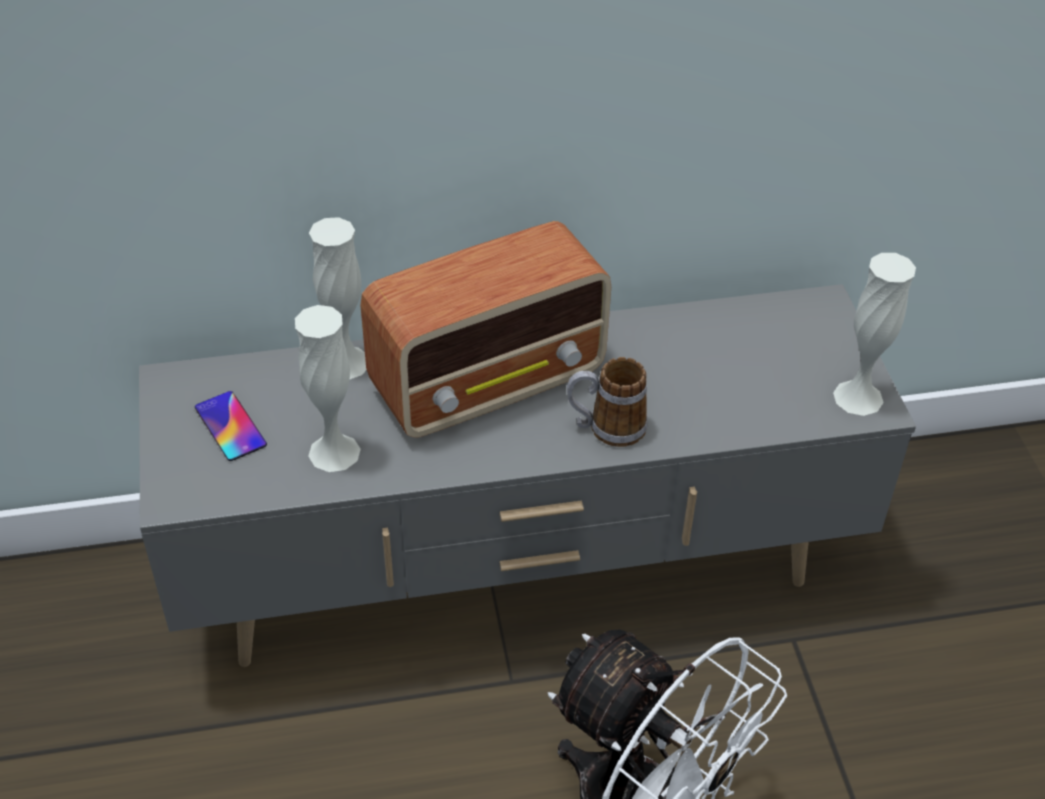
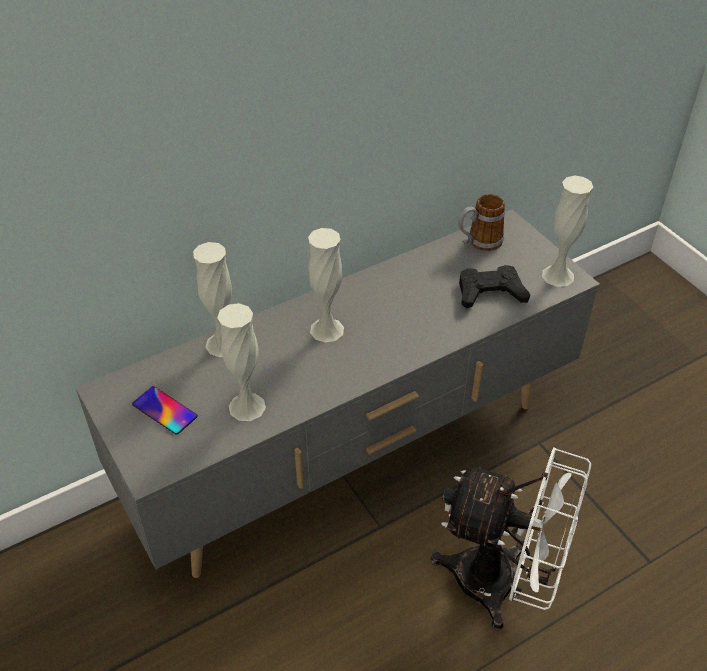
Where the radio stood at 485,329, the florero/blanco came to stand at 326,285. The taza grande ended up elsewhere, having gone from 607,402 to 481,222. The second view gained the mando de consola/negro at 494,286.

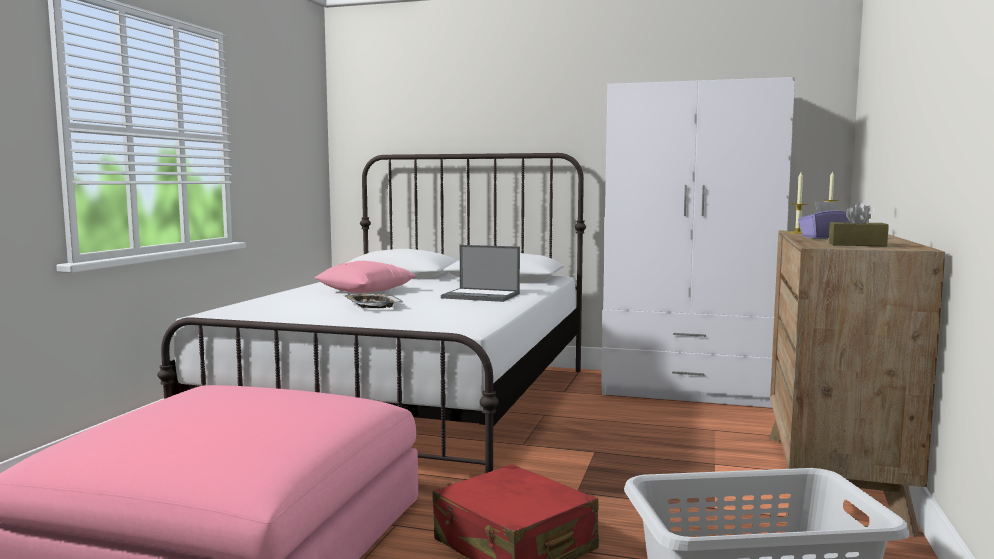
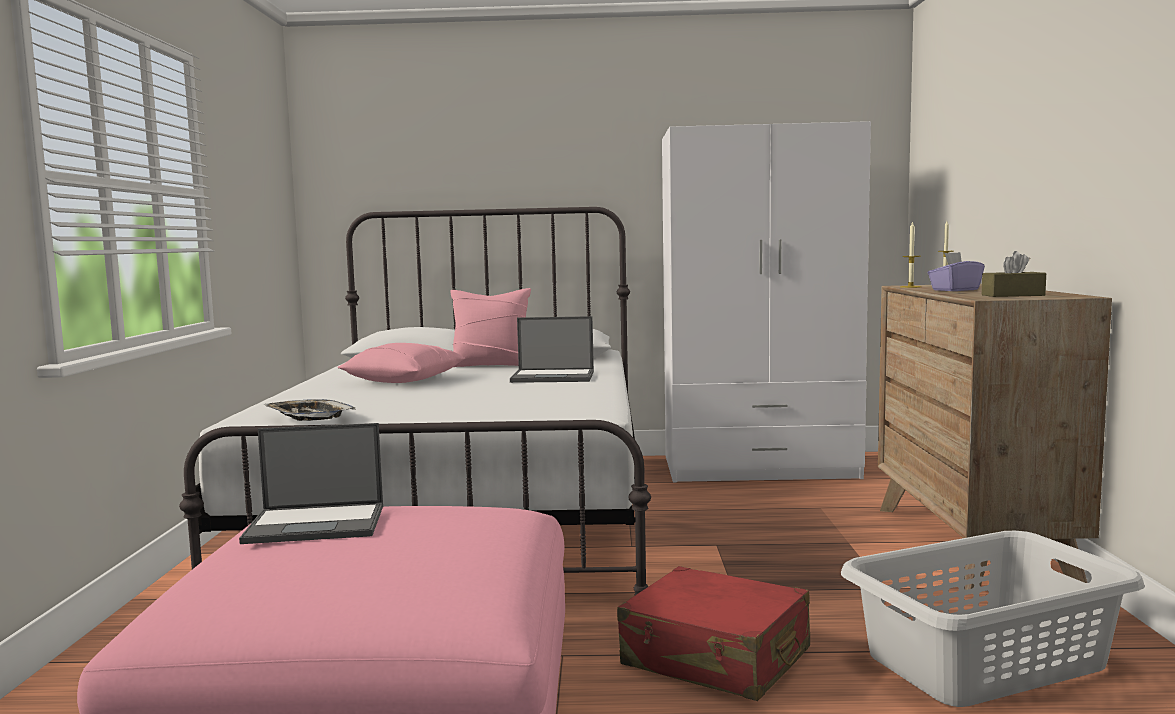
The bandeja ended up elsewhere, having gone from 373,301 to 310,410. The second view gained the cojín/rosa at 490,327. The second view gained the portátil at 311,483.

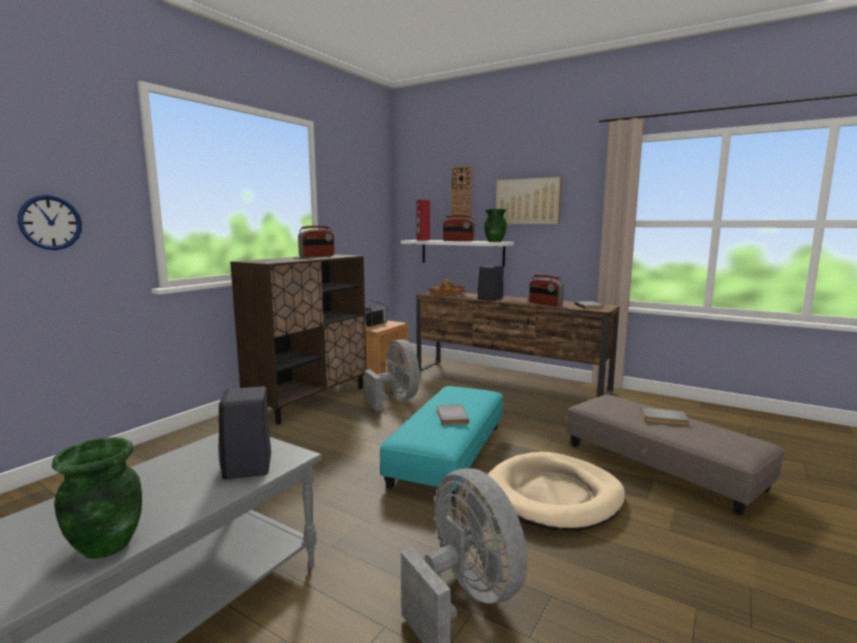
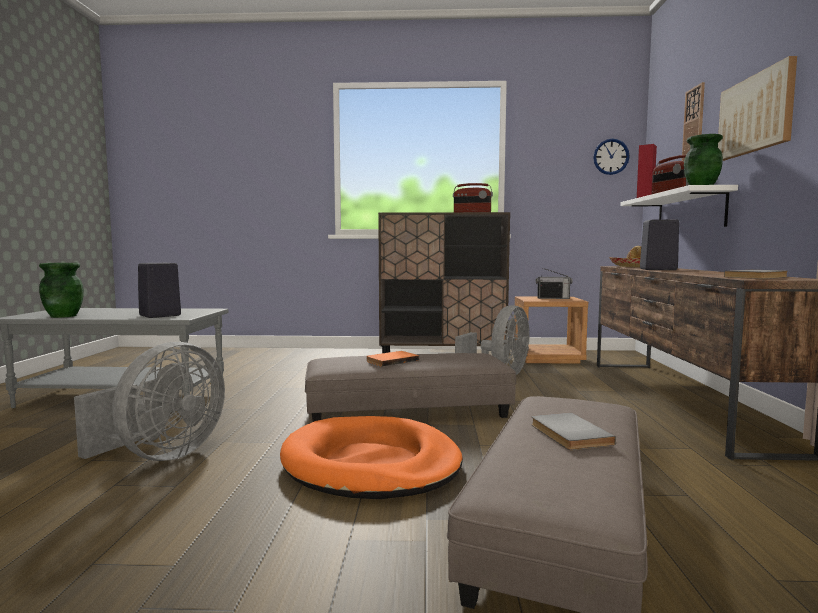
The reloj de pared ended up elsewhere, having gone from 50,222 to 611,157. The second view lost the radio at 546,291. What was the puf/turquesa at 441,443 turned into the puf/gris at 410,387. What was the libro/gris at 453,414 turned into the libro/naranja at 392,359. What was the cama para perro/beis at 557,491 turned into the cama para perro/naranja at 371,457.

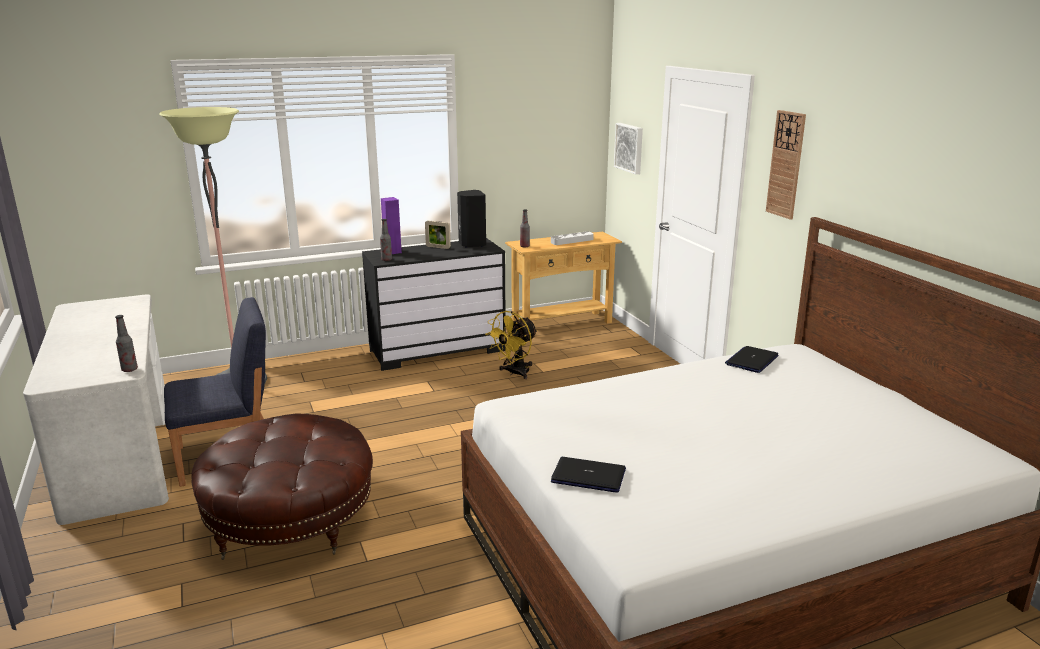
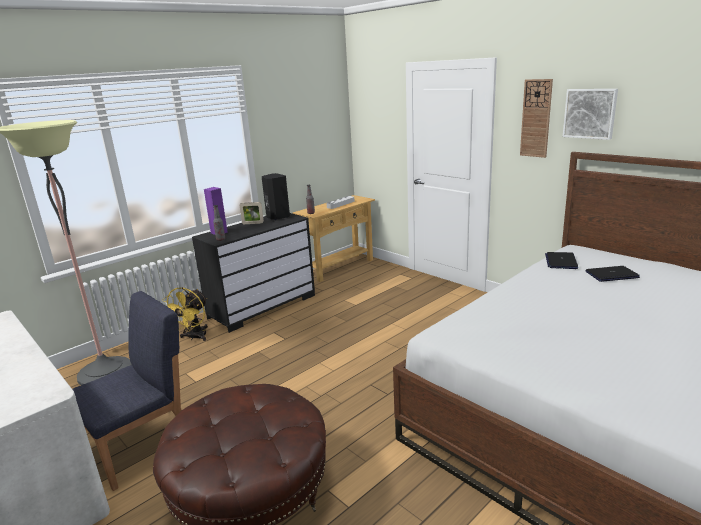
The cuadro ended up elsewhere, having gone from 628,148 to 590,114. The ventilador/amarillo ended up elsewhere, having gone from 511,345 to 185,314. The second view lost the botella at 126,343. The portátil ended up elsewhere, having gone from 588,475 to 613,274.

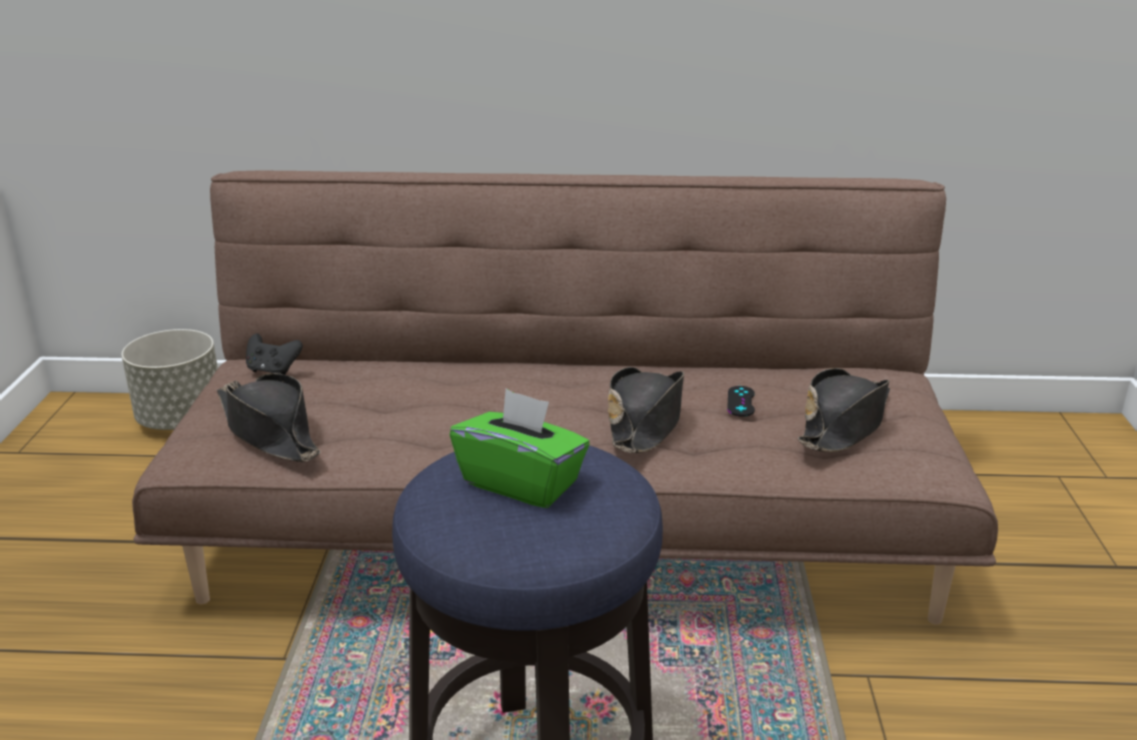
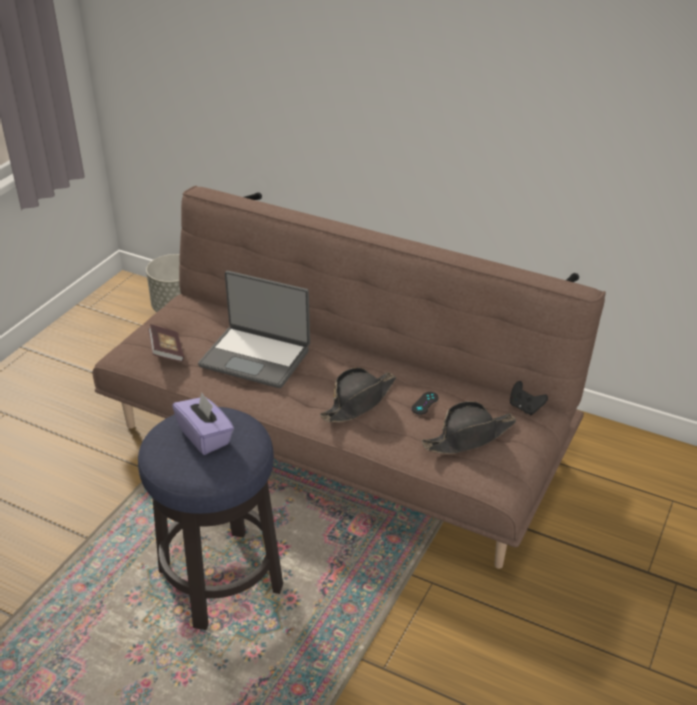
The mando de consola/negro ended up elsewhere, having gone from 274,354 to 529,398. Where the sombrero/negro stood at 269,417, the libro came to stand at 166,343. What was the caja de pañuelos/verde at 520,448 turned into the caja de pañuelos/morado at 203,423. The second view gained the portátil at 254,329.

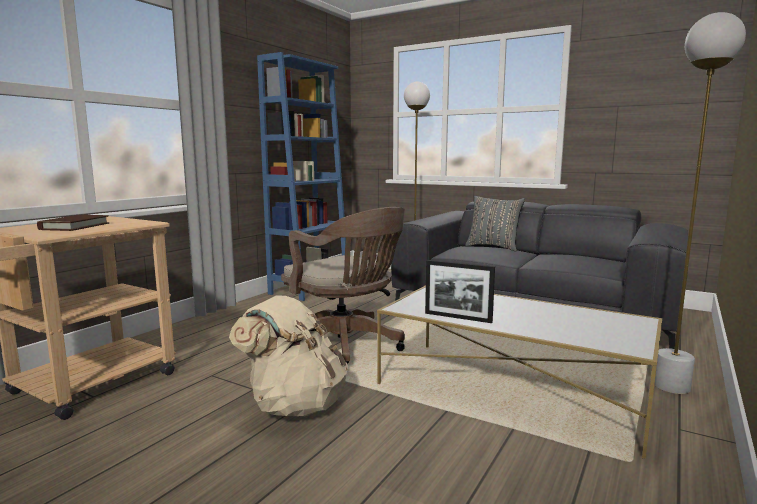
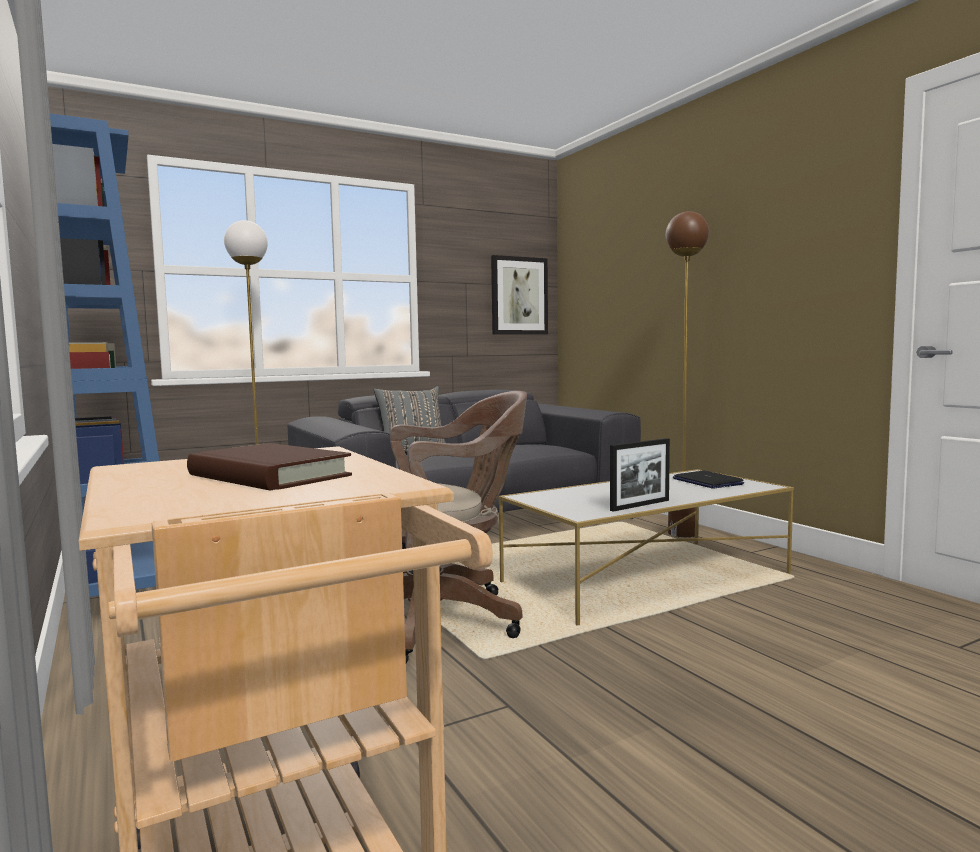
What was the lámpara de pie/blanco at 700,203 turned into the lámpara de pie/marrón at 687,374. The second view lost the mochila/beis at 288,355. The second view gained the cuadro at 519,295. The second view gained the portátil at 708,479.

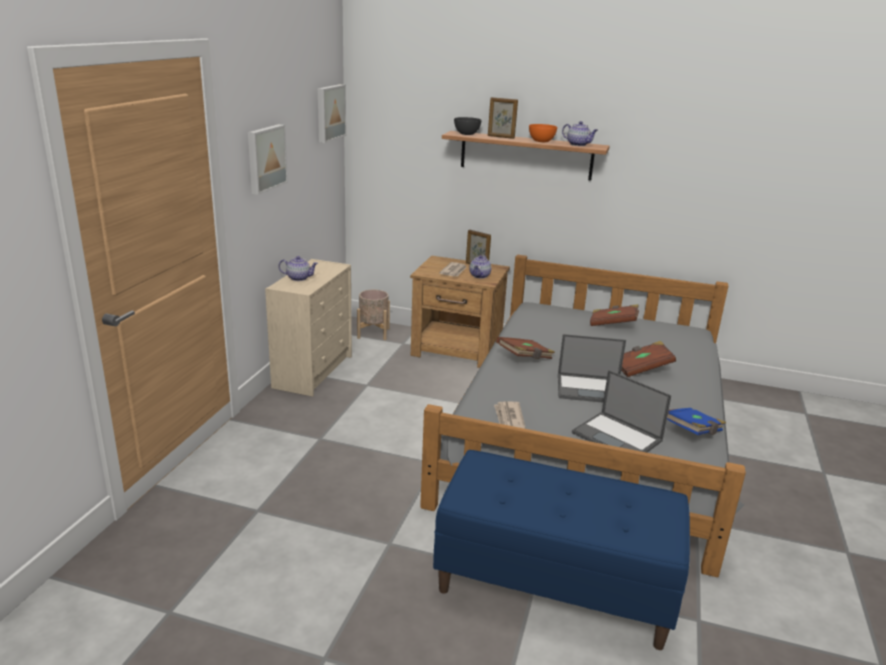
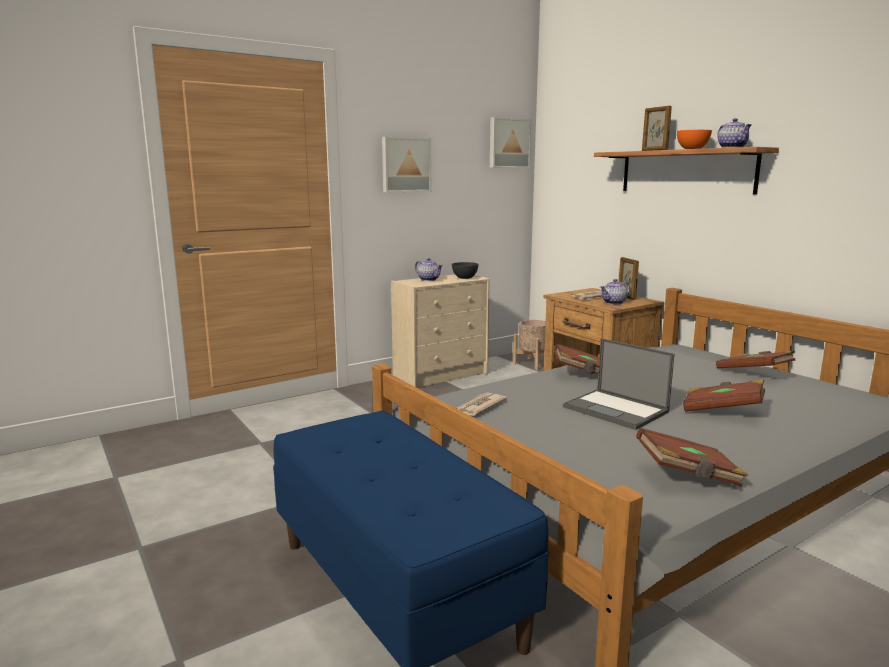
The cuenco/gris ended up elsewhere, having gone from 467,126 to 465,270. The second view lost the portátil at 621,411. What was the libro/azul at 696,421 turned into the libro/marrón at 692,457.

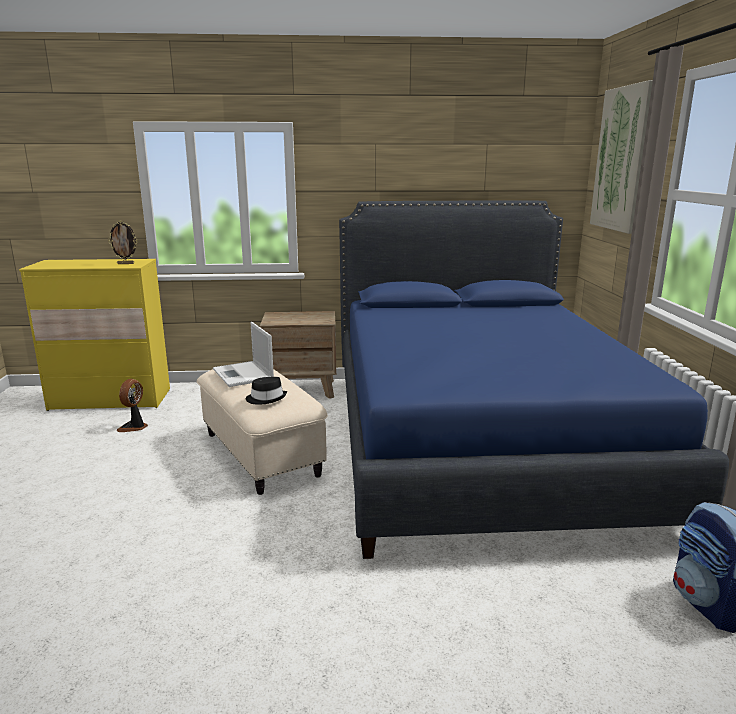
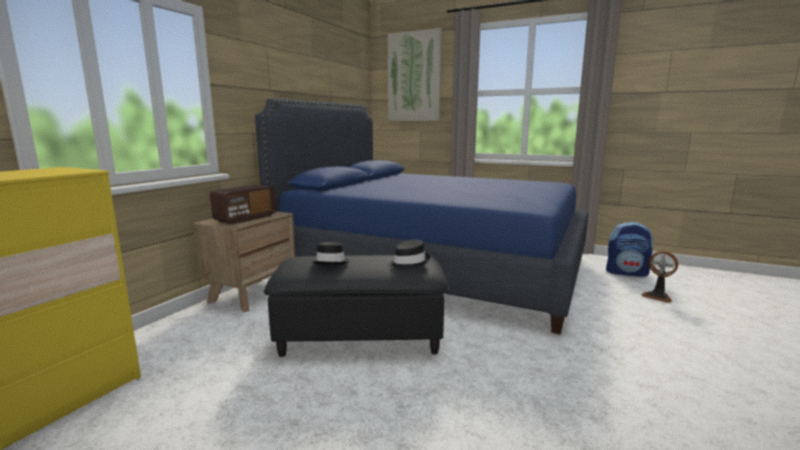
The second view lost the portarretratos at 123,242. Where the portátil stood at 243,354, the sombrero/negro came to stand at 331,254. What was the puf/beis at 262,432 turned into the puf/negro at 356,306. The ventilador ended up elsewhere, having gone from 132,405 to 659,277. The second view gained the radio at 243,204.

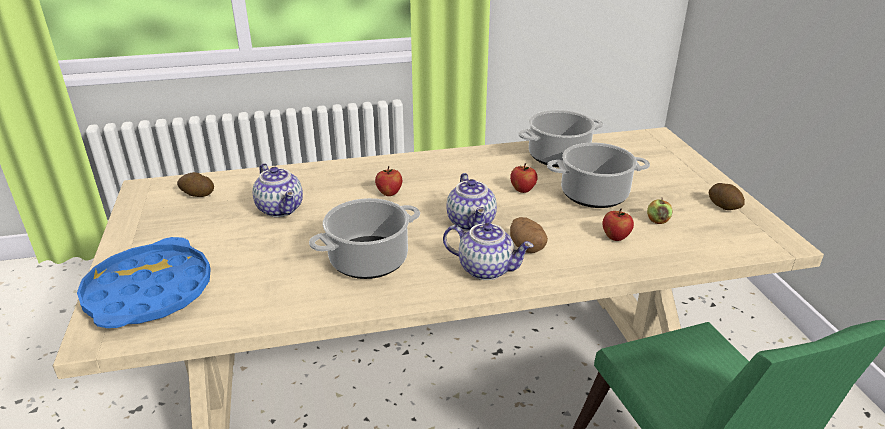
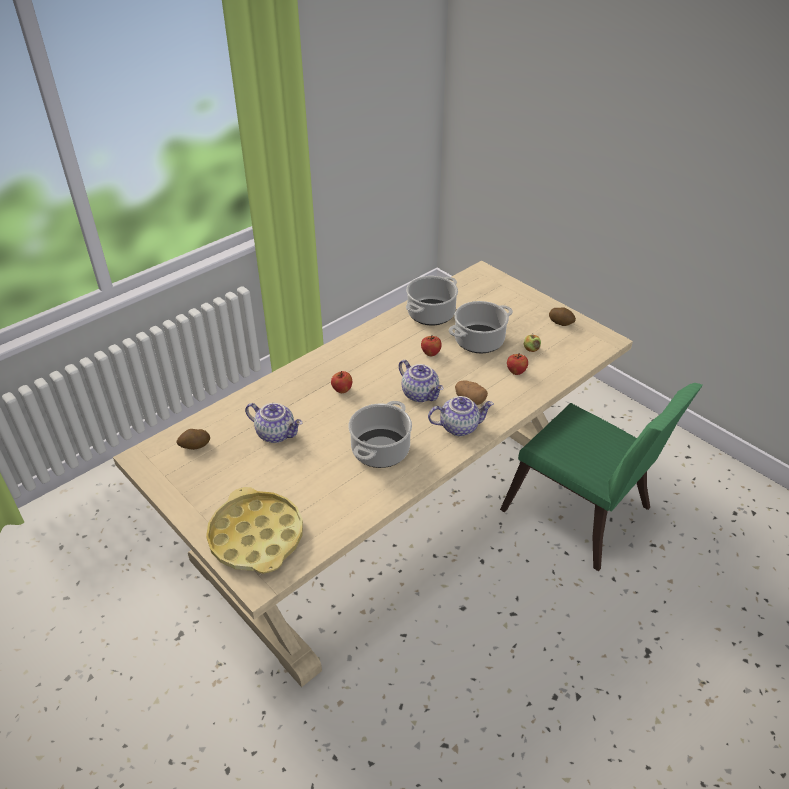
What was the bandeja/azul at 144,282 turned into the bandeja/amarillo at 254,530.

